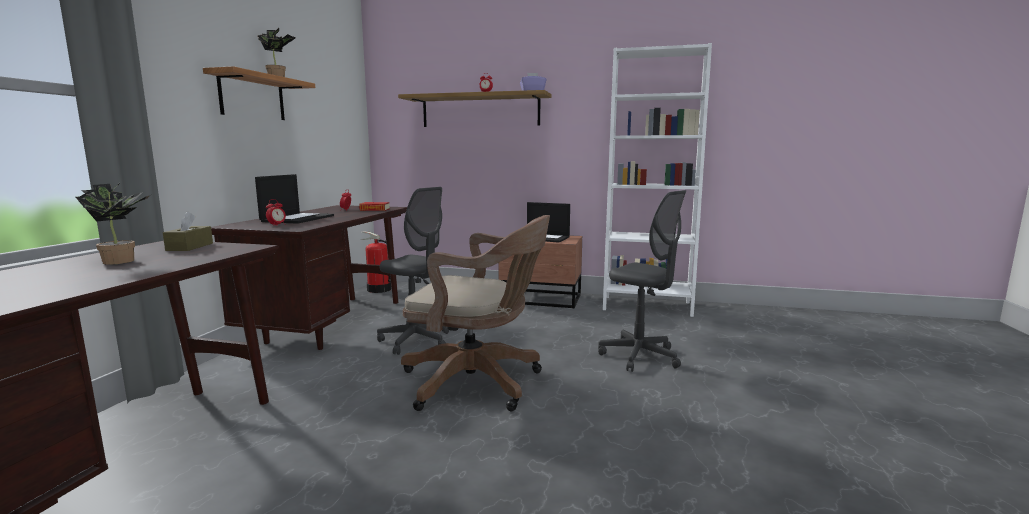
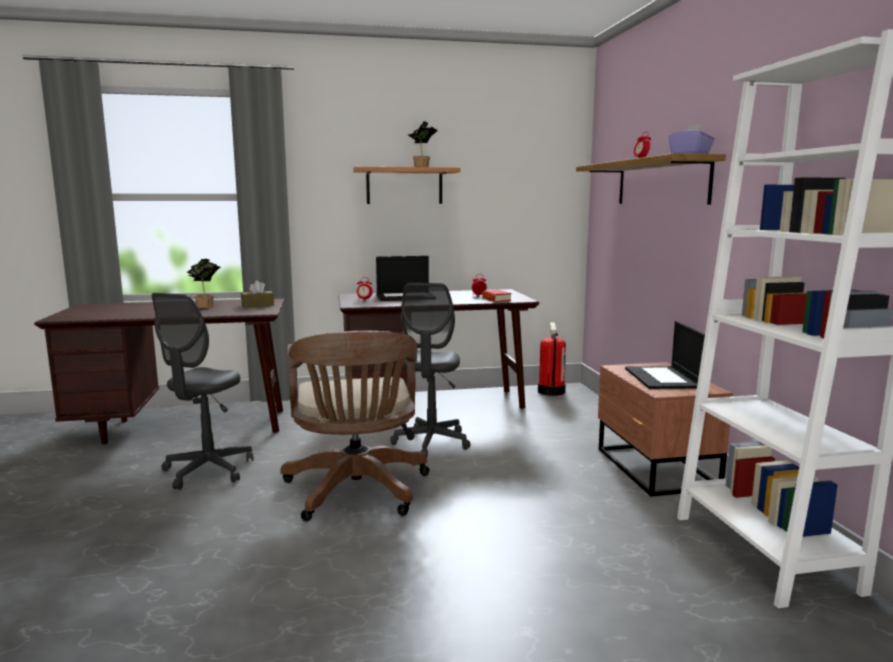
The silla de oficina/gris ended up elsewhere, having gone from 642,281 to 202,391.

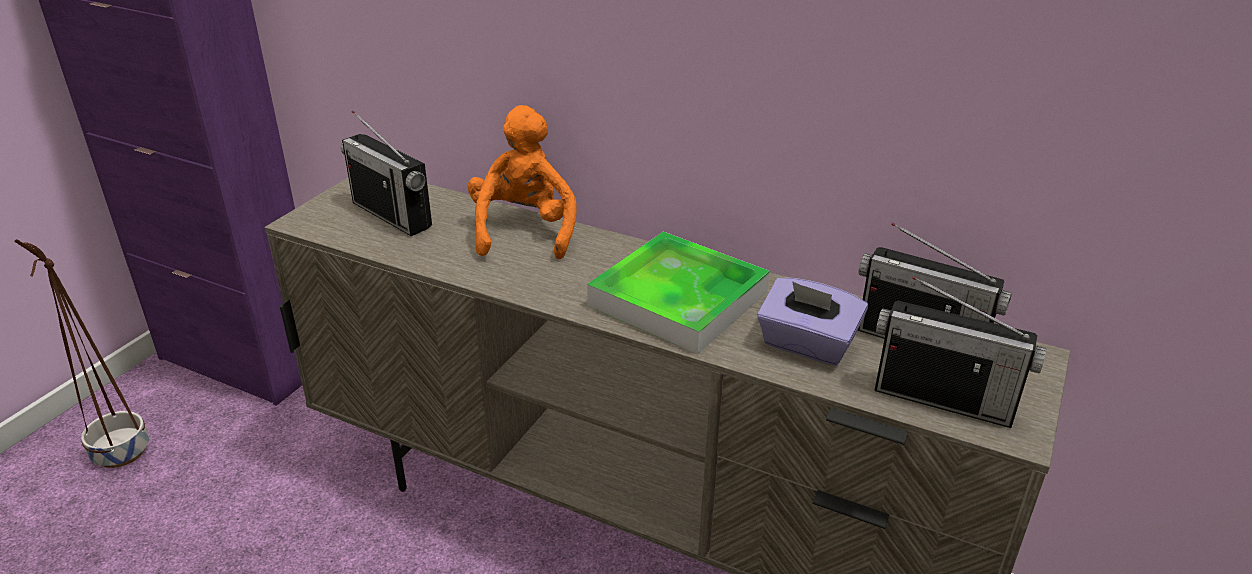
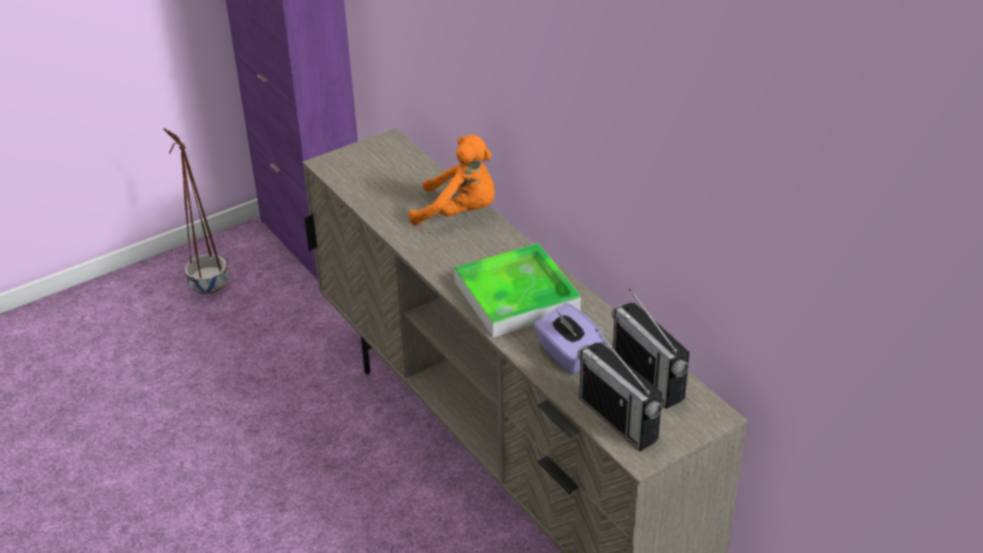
The peluche/naranja at 522,182 ended up facing another way, 75 degrees clockwise from before. The second view lost the radio at 386,173.

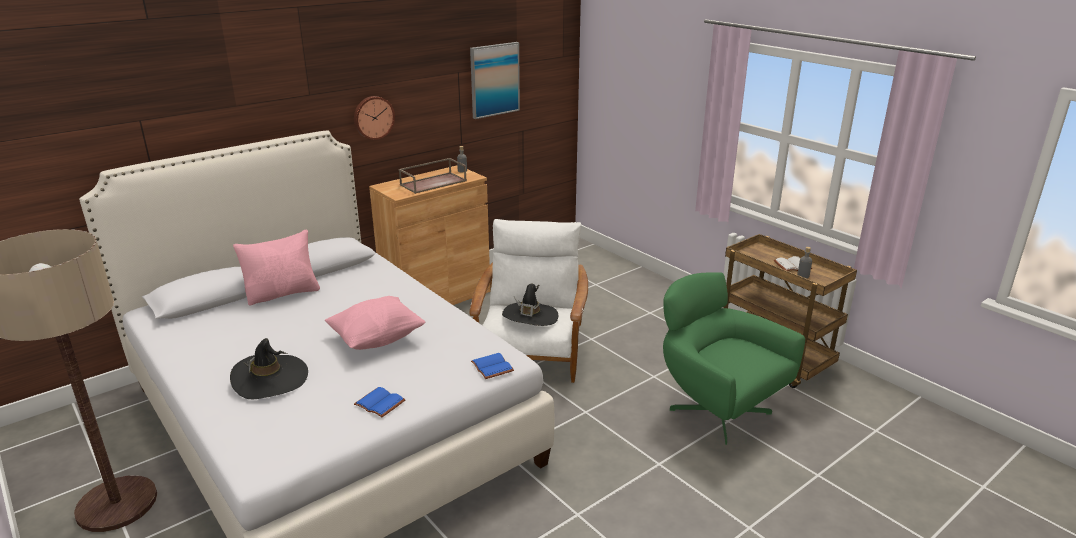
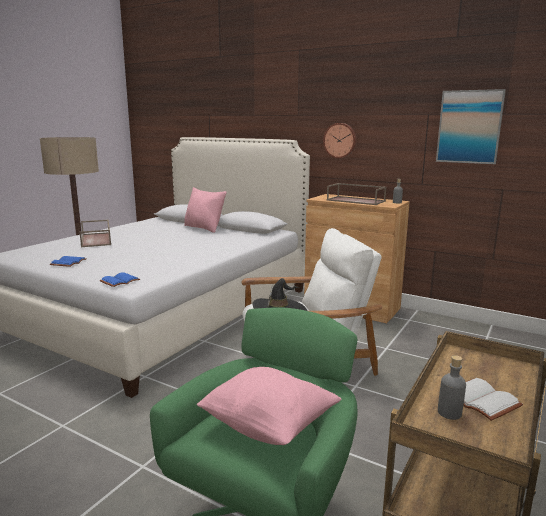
The cojín/rosa ended up elsewhere, having gone from 375,323 to 269,406. Where the sombrero/negro stood at 269,368, the bandeja/marrón came to stand at 95,233.

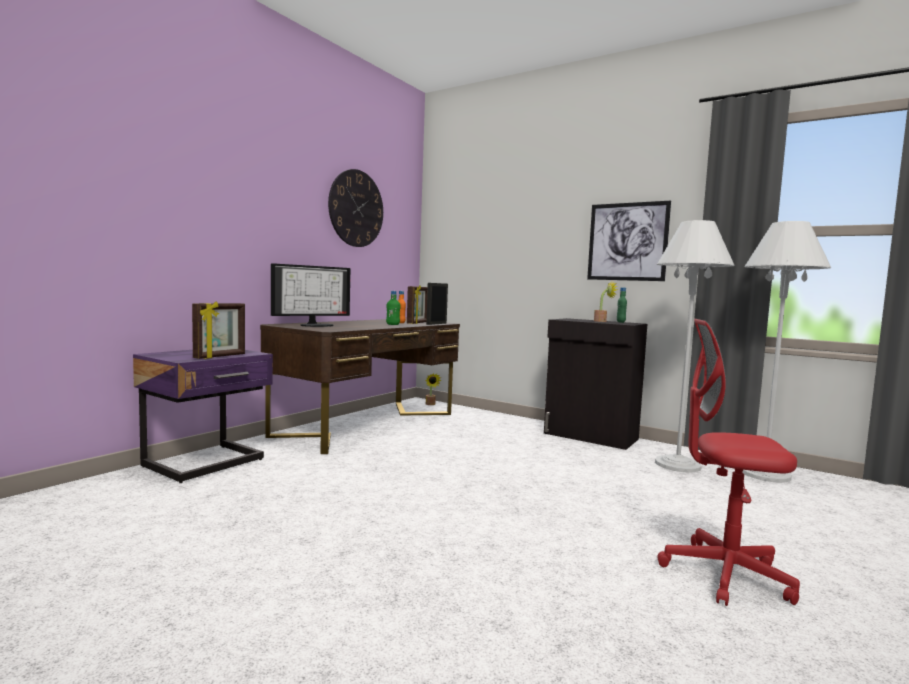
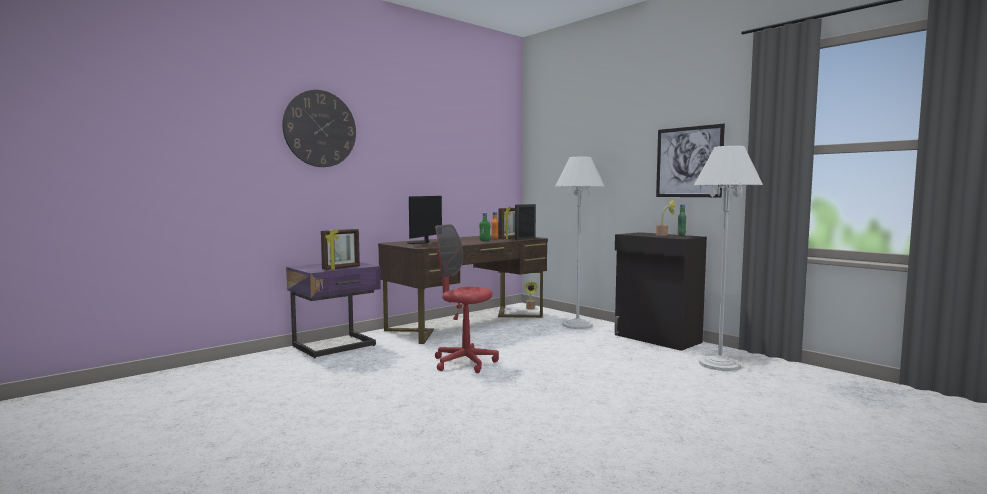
The reloj de pared ended up elsewhere, having gone from 355,208 to 319,128. The lámpara de pie/blanco ended up elsewhere, having gone from 786,352 to 580,243. The monitor at 310,295 ended up facing another way, 135 degrees clockwise from before. The silla de oficina/rojo ended up elsewhere, having gone from 728,462 to 467,298.

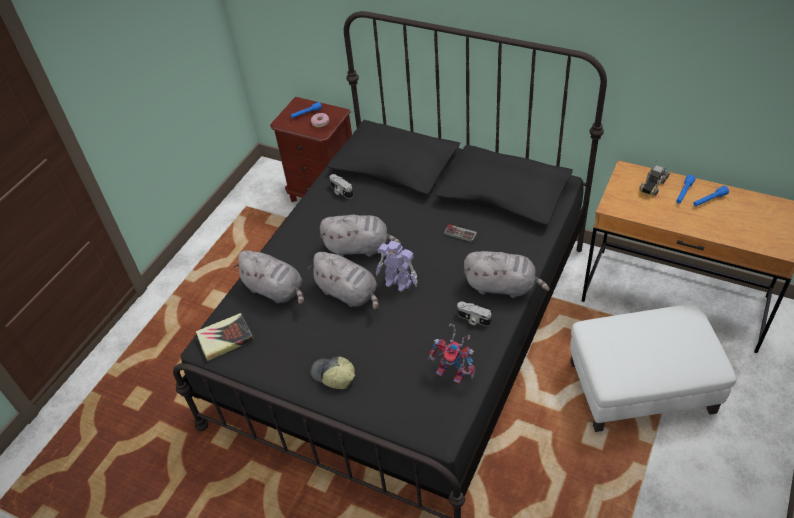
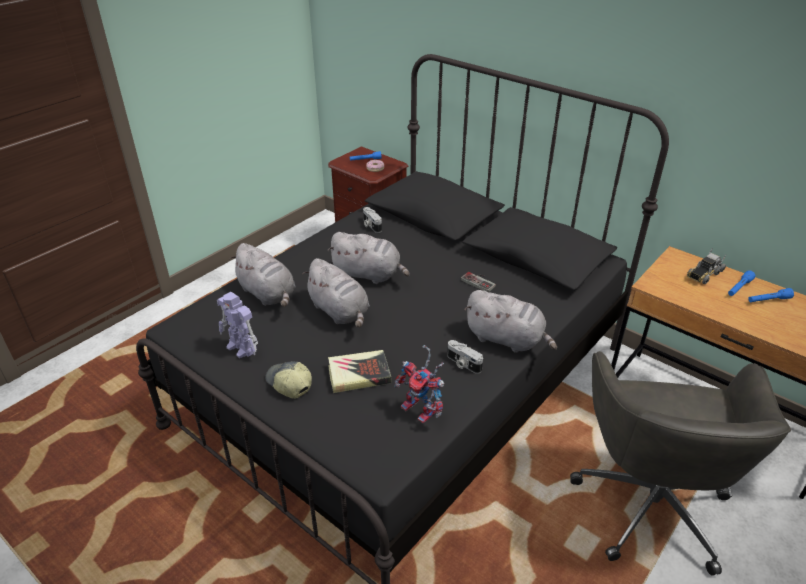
The robot de juguete ended up elsewhere, having gone from 396,266 to 237,325. Where the puf/blanco stood at 653,368, the silla de oficina/gris came to stand at 680,463. The libro ended up elsewhere, having gone from 225,337 to 360,371.

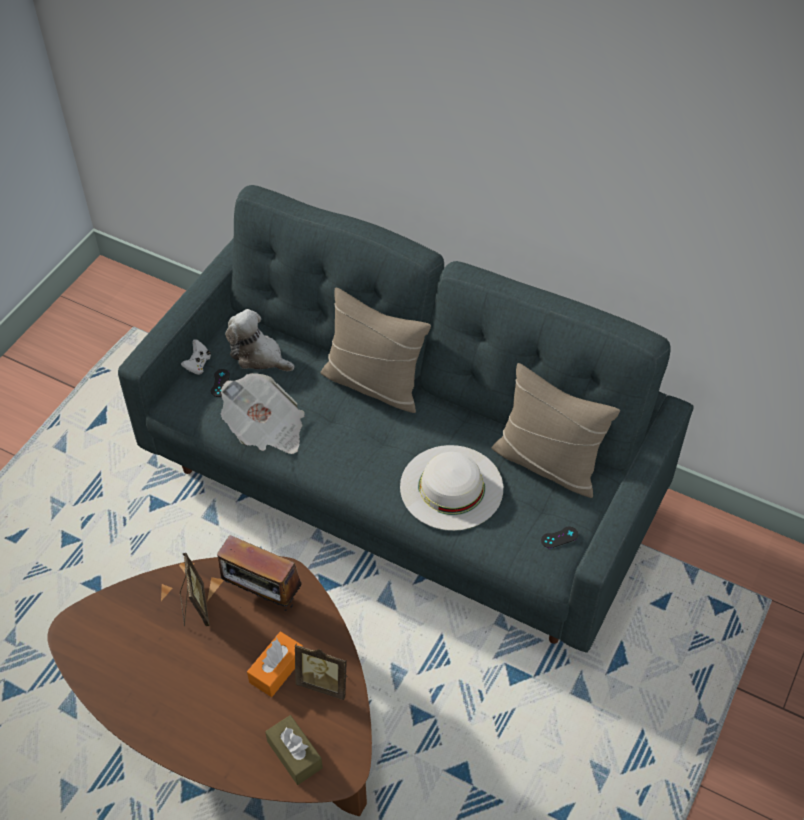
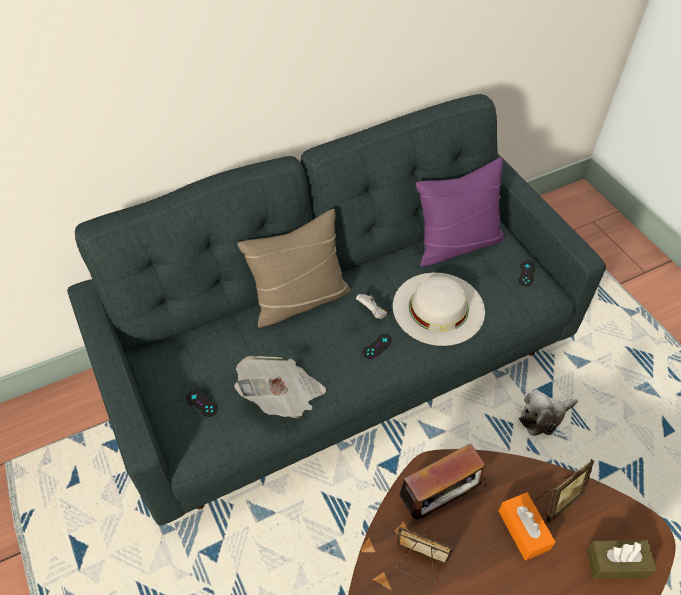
The peluche ended up elsewhere, having gone from 260,340 to 548,412. The mando de consola/blanco ended up elsewhere, having gone from 196,357 to 371,306. What was the cojín/beis at 556,430 turned into the cojín/morado at 460,212. The second view gained the mando de consola/negro at 377,346.

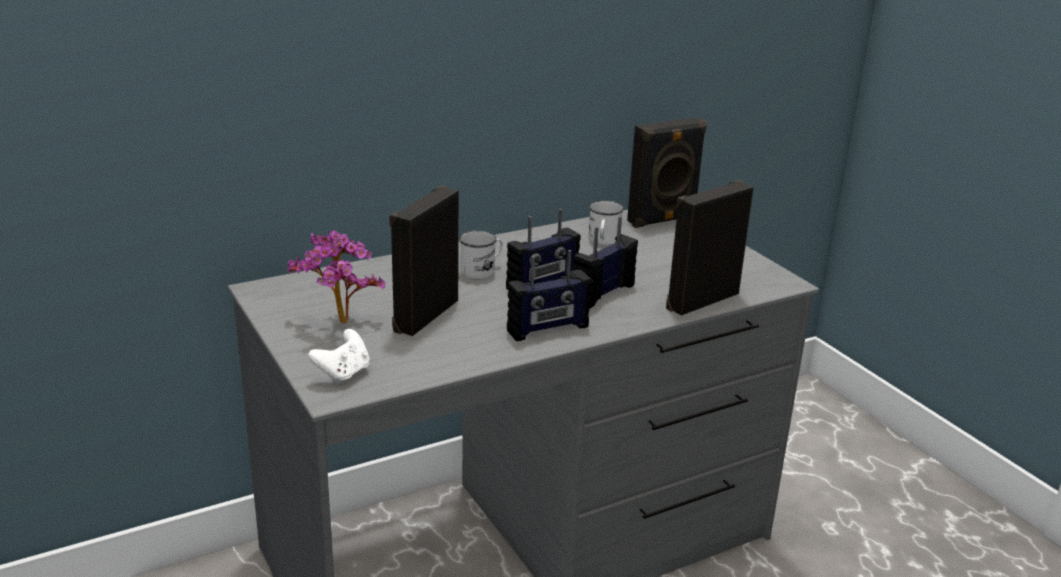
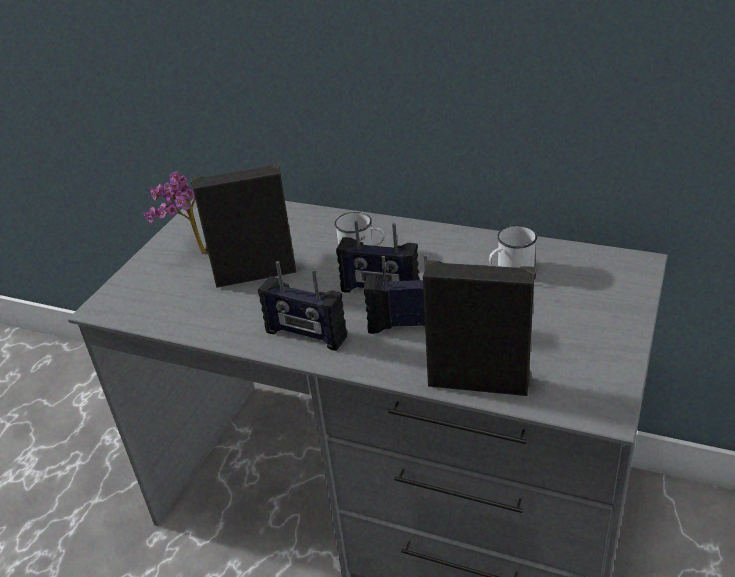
The second view lost the altavoz/negro at 667,172. The second view lost the mando de consola/blanco at 339,356.

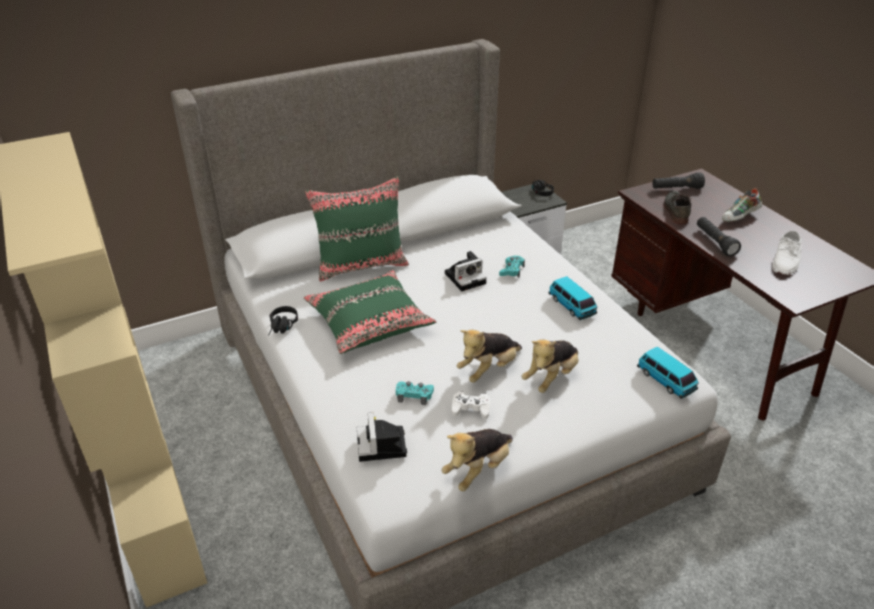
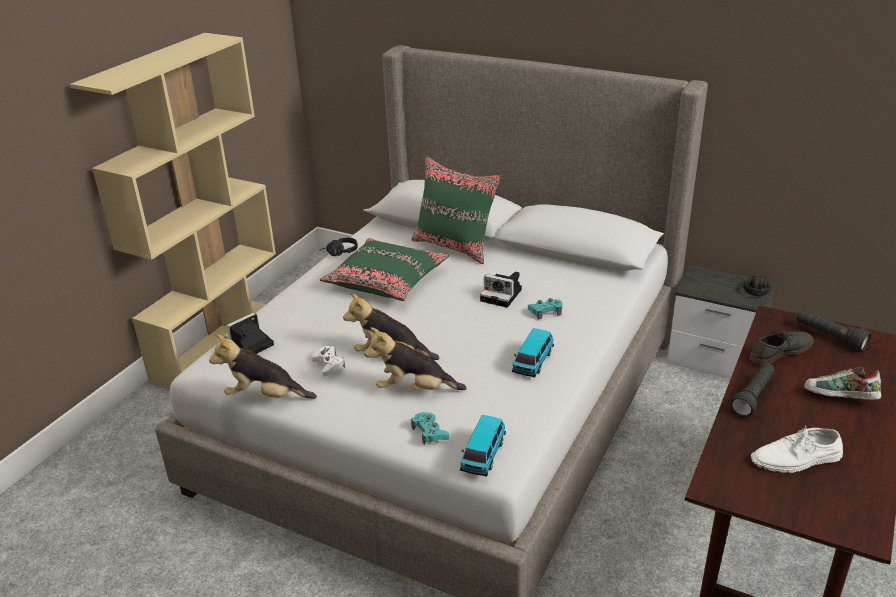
The mando de consola/turquesa ended up elsewhere, having gone from 415,393 to 430,428.

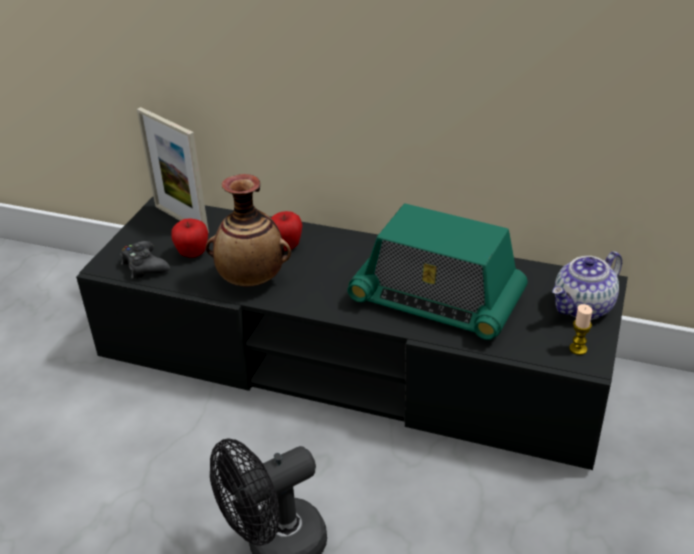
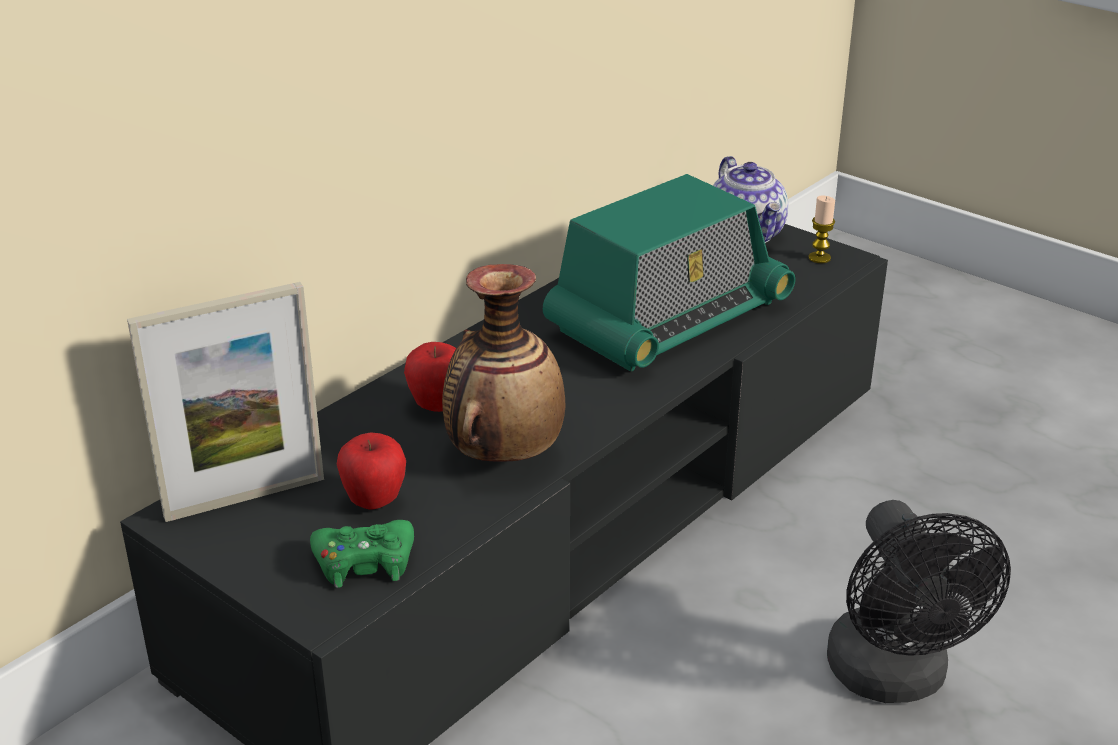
What was the mando de consola/negro at 145,260 turned into the mando de consola/verde at 362,554.

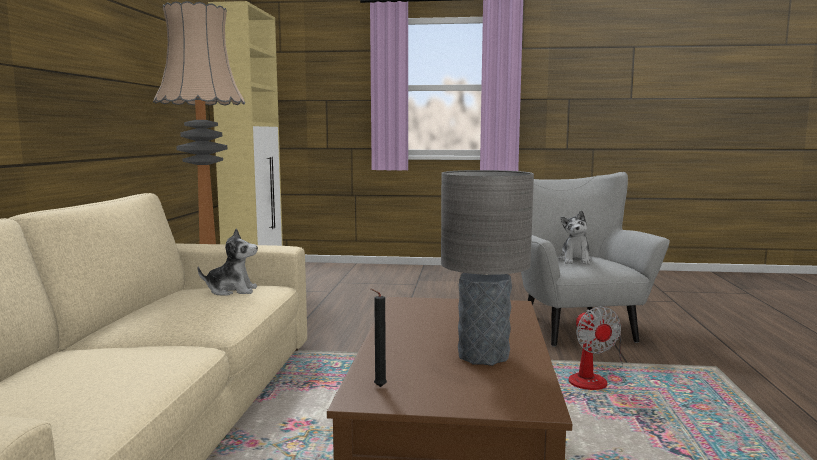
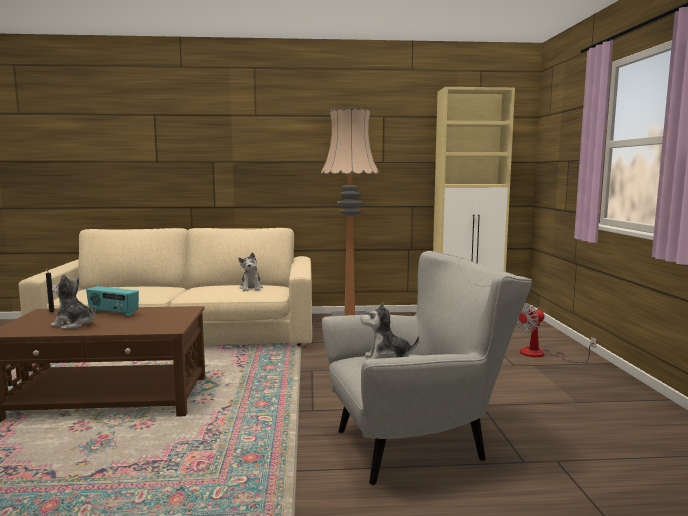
Where the lámpara de mesa/gris stood at 487,268, the peluche came to stand at 73,301. The ventilador ended up elsewhere, having gone from 596,348 to 557,333. The second view gained the radio at 112,301.

